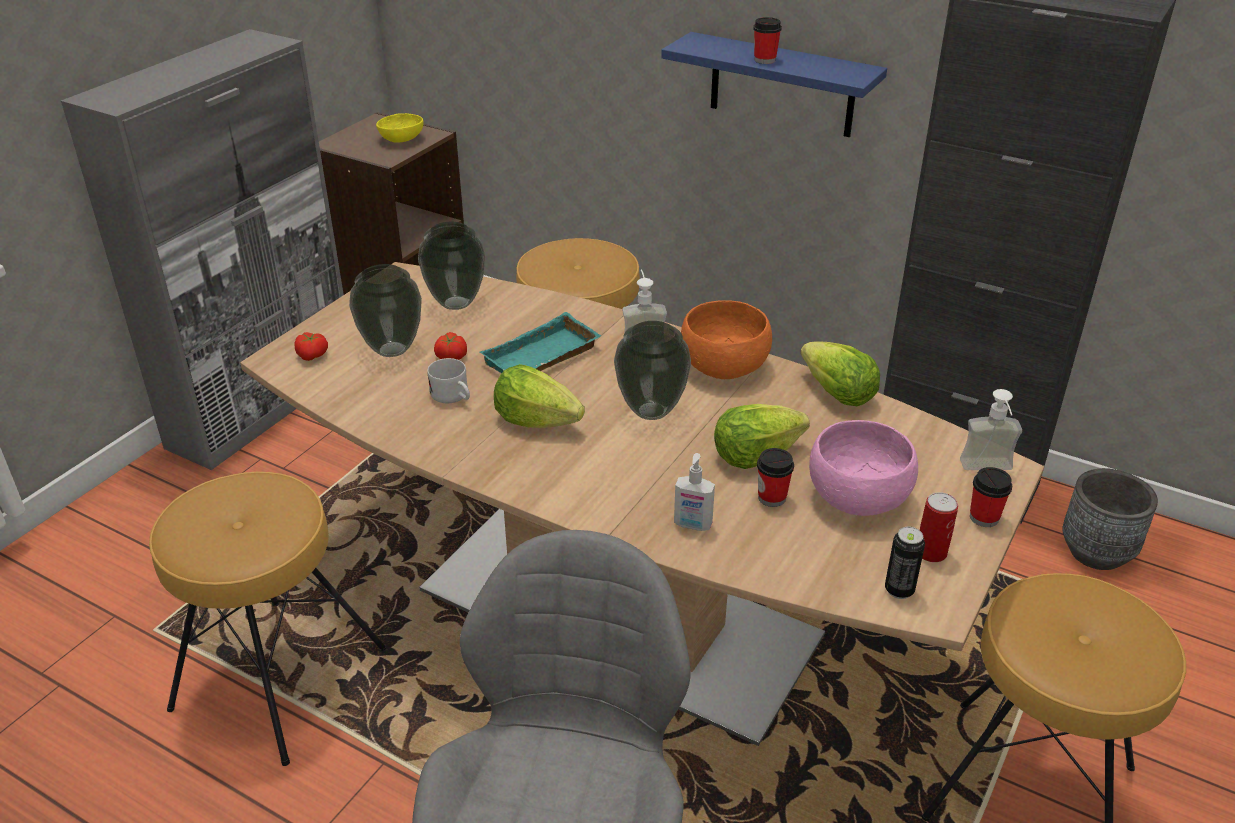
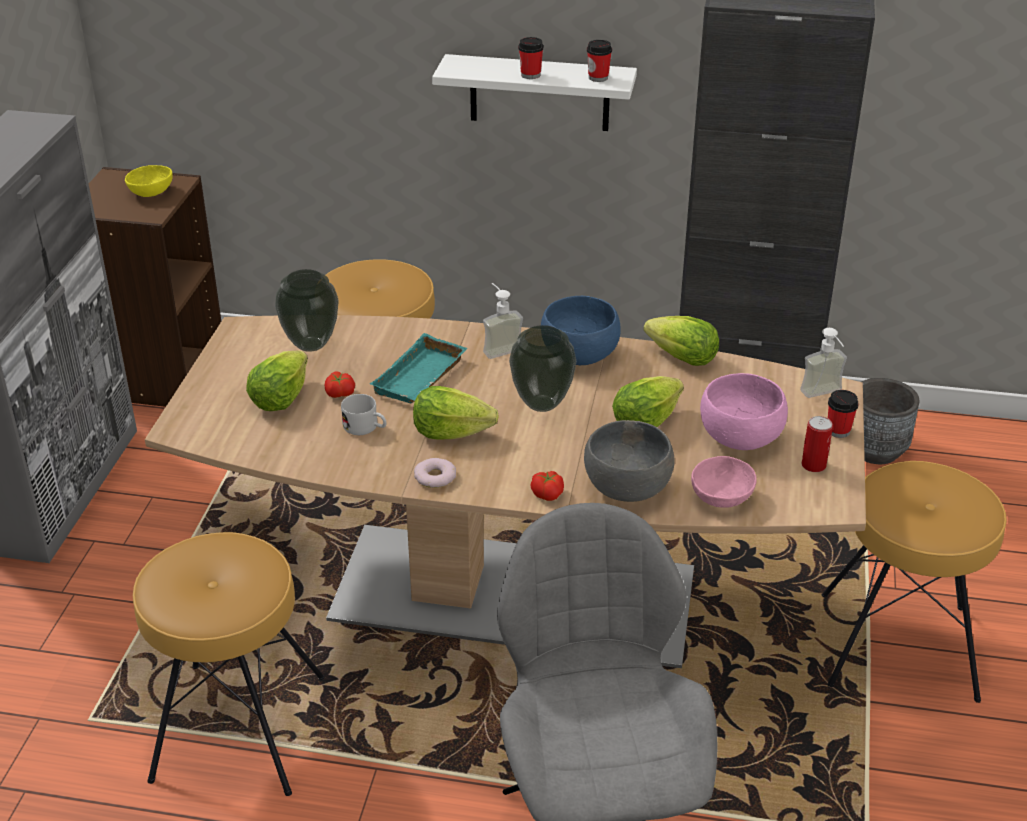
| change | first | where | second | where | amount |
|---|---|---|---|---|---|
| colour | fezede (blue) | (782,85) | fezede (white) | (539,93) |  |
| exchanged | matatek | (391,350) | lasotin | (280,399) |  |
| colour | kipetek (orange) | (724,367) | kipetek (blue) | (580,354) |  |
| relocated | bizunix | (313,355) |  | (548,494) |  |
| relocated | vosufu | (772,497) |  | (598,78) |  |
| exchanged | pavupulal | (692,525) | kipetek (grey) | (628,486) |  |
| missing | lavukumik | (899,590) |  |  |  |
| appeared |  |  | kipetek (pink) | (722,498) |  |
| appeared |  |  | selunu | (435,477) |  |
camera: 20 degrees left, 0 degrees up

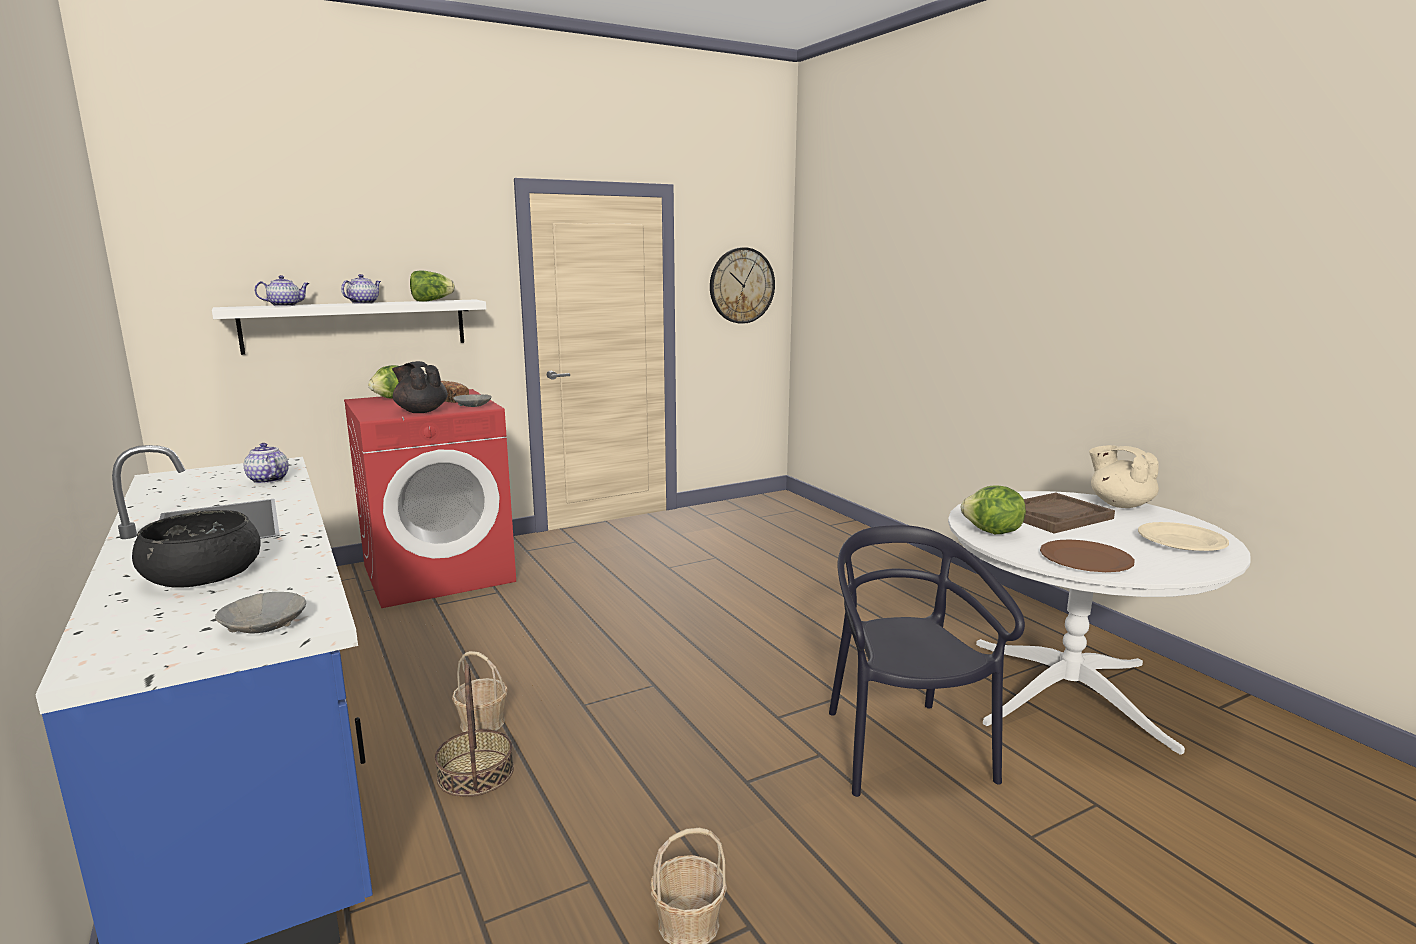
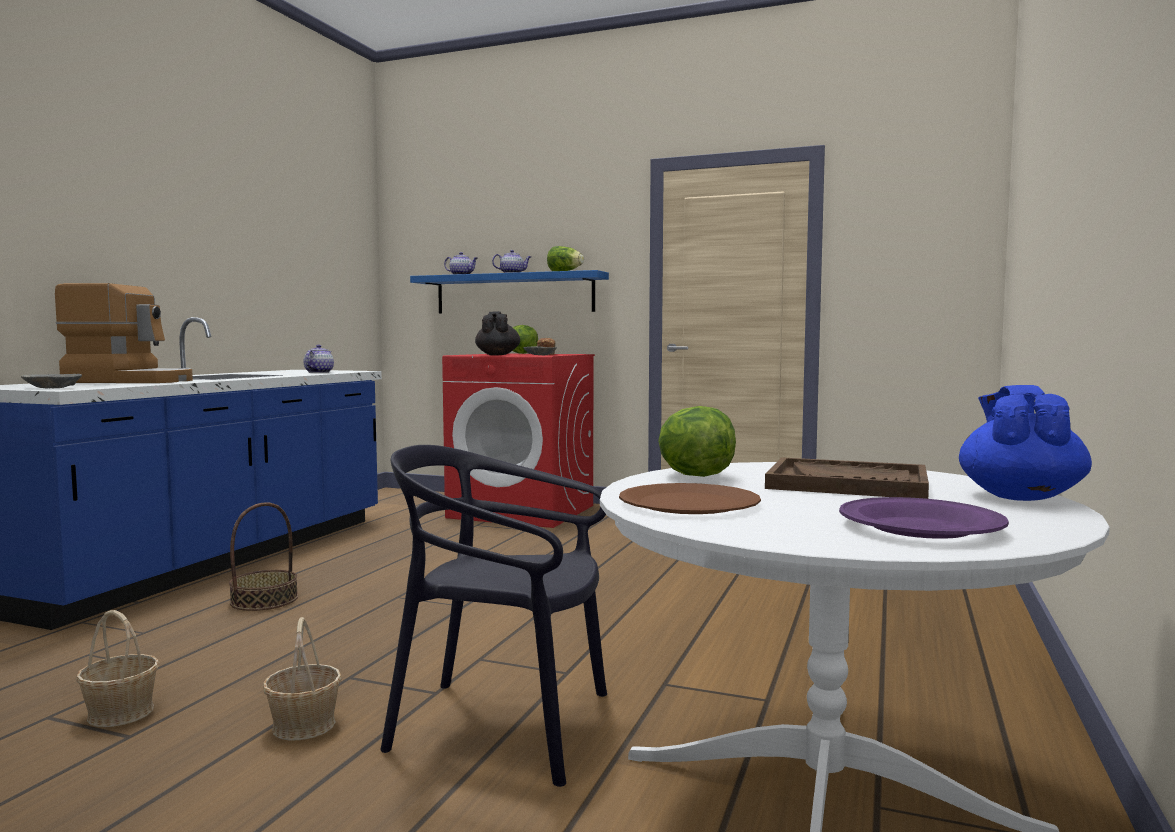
| change | first | where | second | where | amount |
|---|---|---|---|---|---|
| missing | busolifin | (741,285) |  |  |  |
| colour | fezede (white) | (356,325) | fezede (blue) | (514,294) |  |
| colour | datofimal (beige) | (1119,504) | datofimal (blue) | (1019,496) |  |
| exchanged | kipetek (black) | (203,574) | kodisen | (130,381) |  |
| colour | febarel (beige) | (1182,542) | febarel (purple) | (921,527) |  |
| spun | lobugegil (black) | (903,749) |  | (503,726) | 120 degrees counterclockwise |
| relocated | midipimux | (482,723) |  | (303,726) |  |
camera: 50 degrees right, 10 degrees down

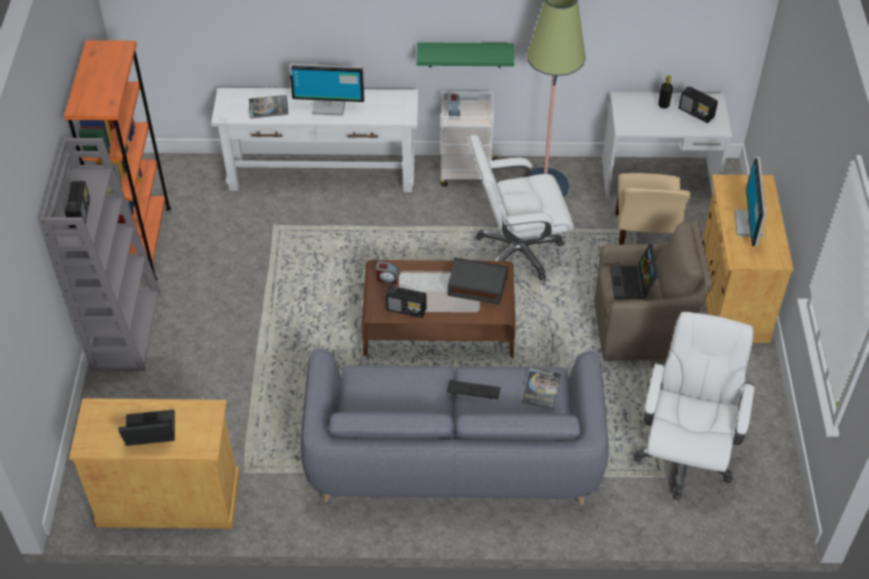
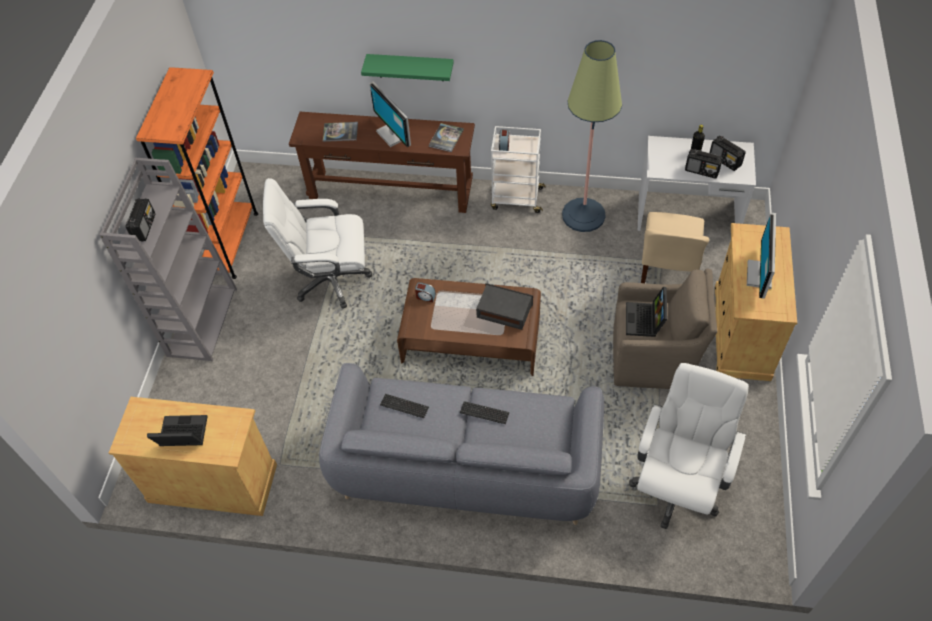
| change | first | where | second | where | amount |
|---|---|---|---|---|---|
| relocated | fezede (green) | (465,54) |  | (410,67) |  |
| spun | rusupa | (329,106) |  | (393,134) | 45 degrees clockwise |
| colour | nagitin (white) | (322,175) | nagitin (brown) | (390,191) |  |
| relocated | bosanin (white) | (517,251) |  | (330,279) |  |
| relocated | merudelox | (406,309) |  | (702,171) |  |
| relocated | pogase | (541,389) |  | (446,138) |  |
| appeared |  |  | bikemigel | (404,406) |  |
camera: 10 degrees right, 5 degrees up

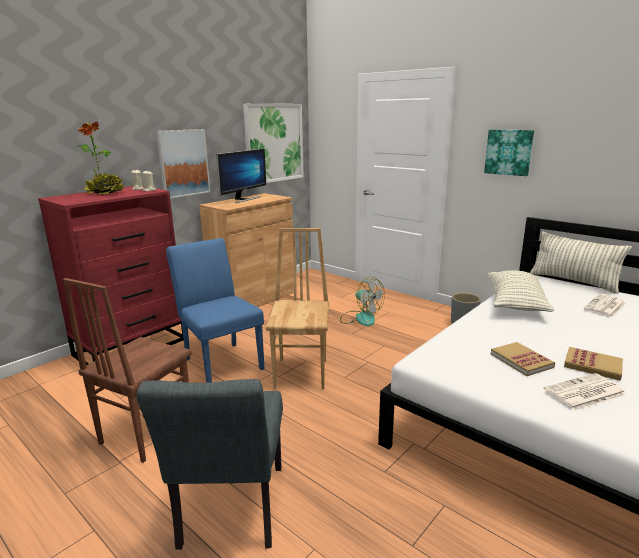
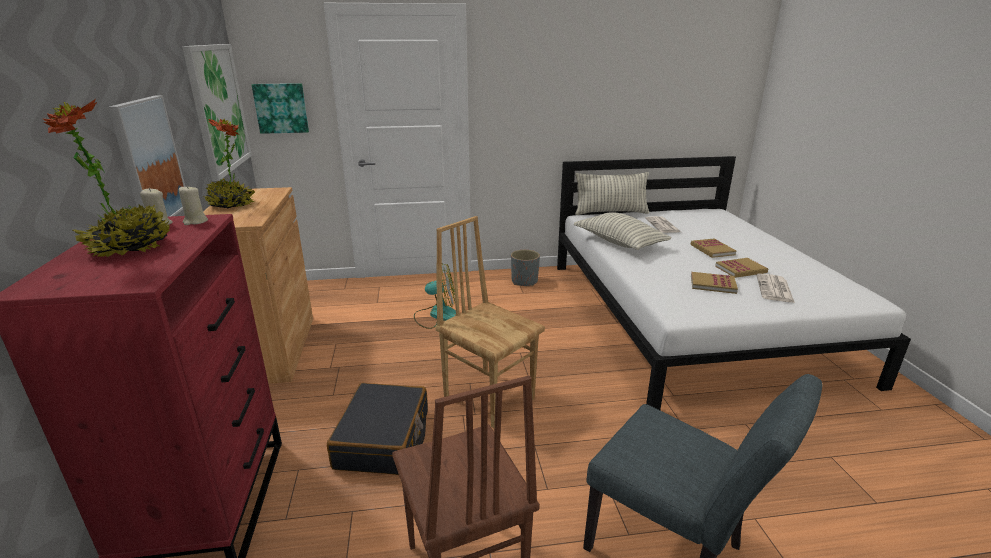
| change | first | where | second | where | amount |
|---|---|---|---|---|---|
| relocated | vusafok | (509,152) |  | (281,108) |  |
| exchanged | rusupa | (243,199) | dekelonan | (232,205) |  |
| exchanged | lobugegil (blue) | (220,361) | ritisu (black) | (383,440) |  |
| appeared |  |  | pogase | (712,250) |  |
camera: 50 degrees left, 5 degrees up

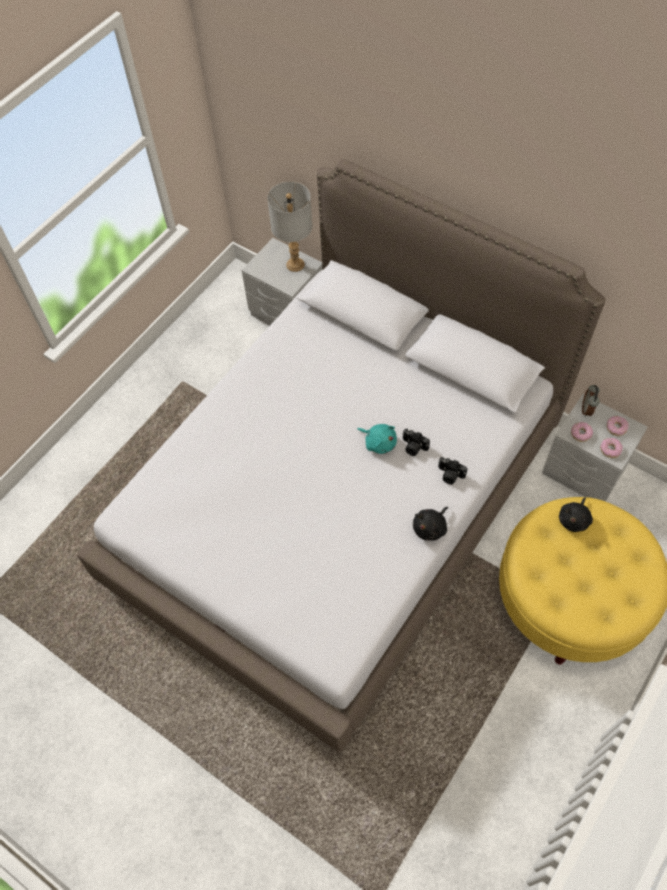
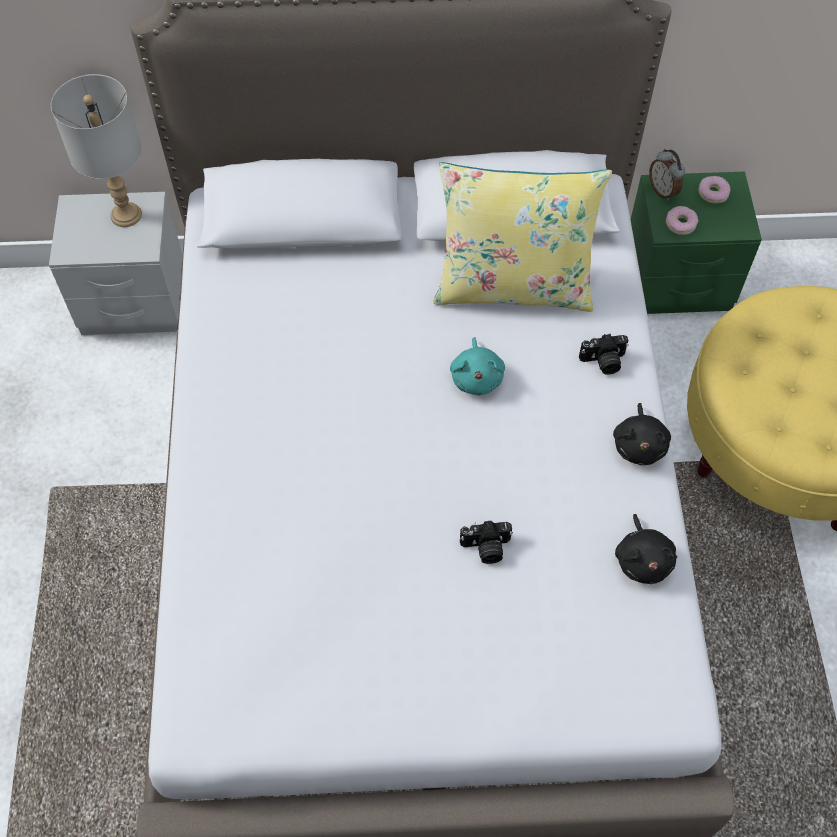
| change | first | where | second | where | amount |
|---|---|---|---|---|---|
| colour | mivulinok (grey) | (583,471) | mivulinok (green) | (676,282) |  |
| spun | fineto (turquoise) | (379,442) |  | (477,377) | 90 degrees clockwise |
| relocated | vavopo | (413,447) |  | (486,548) |  |
| missing | selunu | (610,449) |  |  |  |
| relocated | fineto (black) | (574,519) |  | (643,559) |  |
| appeared |  |  | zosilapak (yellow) | (513,285) |  |
camera: 40 degrees left, 0 degrees up

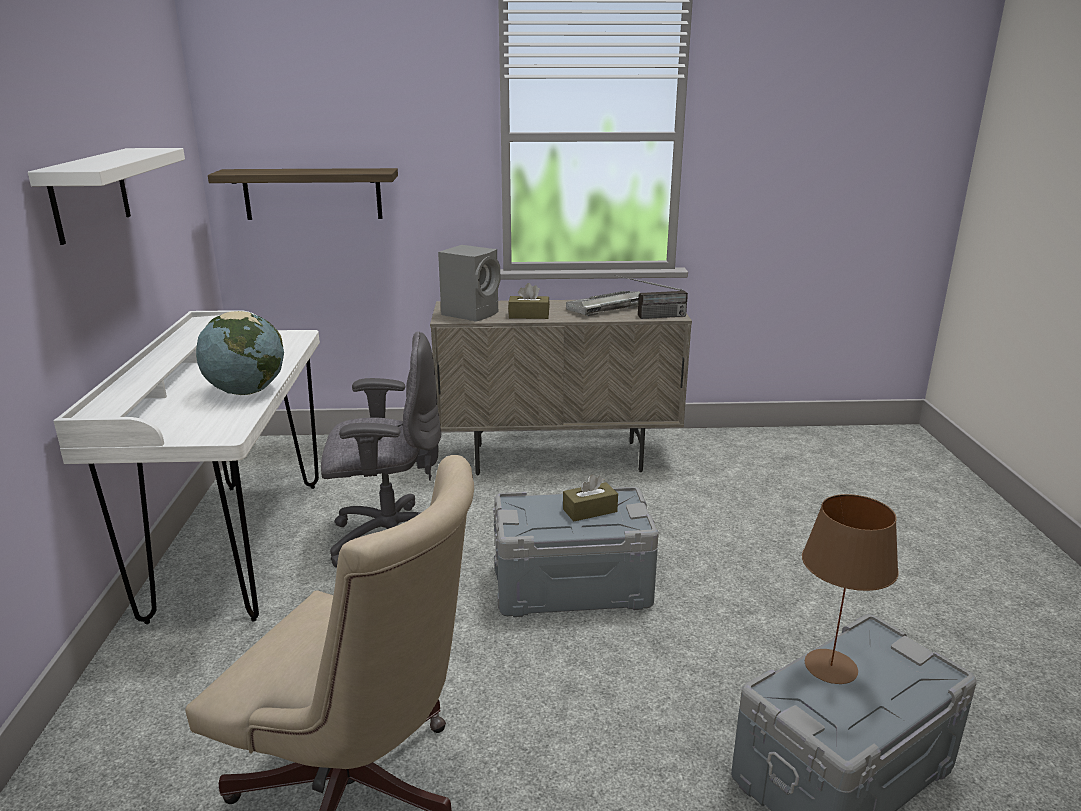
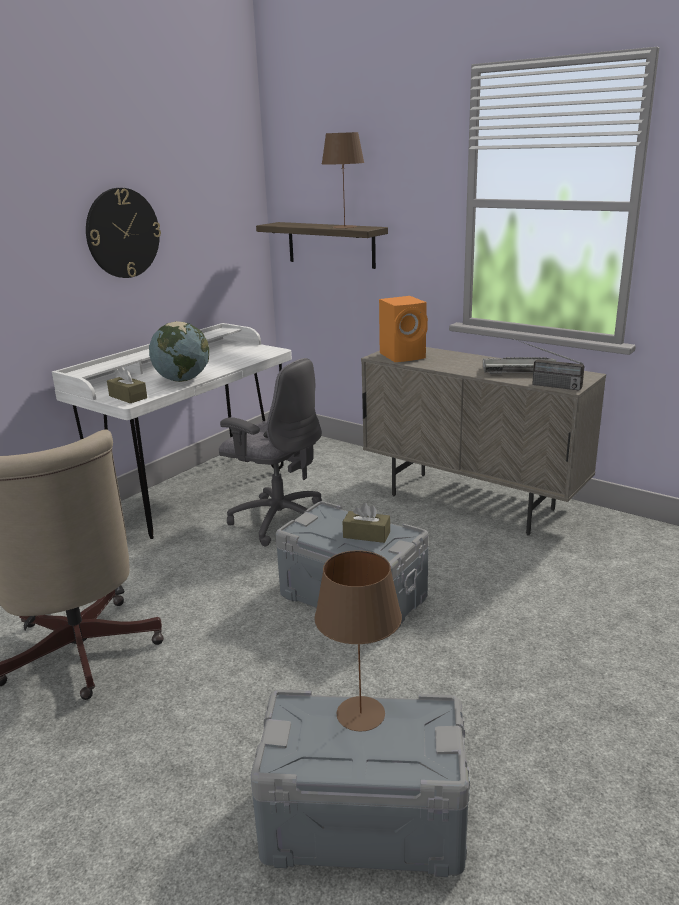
| change | first | where | second | where | amount |
|---|---|---|---|---|---|
| exchanged | fezede (white) | (90,194) | busolifin | (123,233) |  |
| colour | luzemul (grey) | (471,313) | luzemul (orange) | (404,356) |  |
| relocated | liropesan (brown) | (529,315) |  | (128,397) |  |
| appeared |  |  | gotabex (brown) | (345,227) |  |
camera: 40 degrees right, 0 degrees up

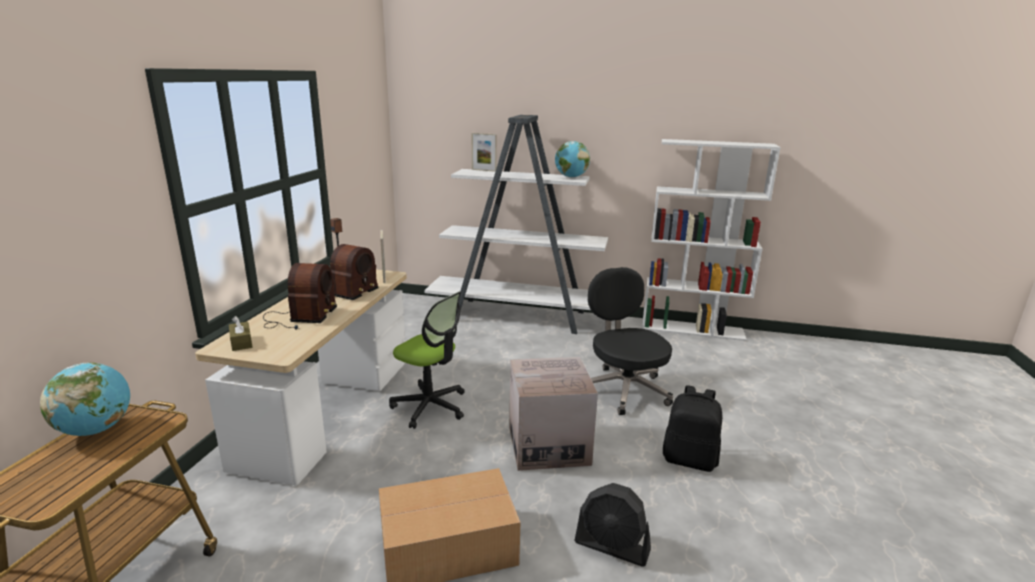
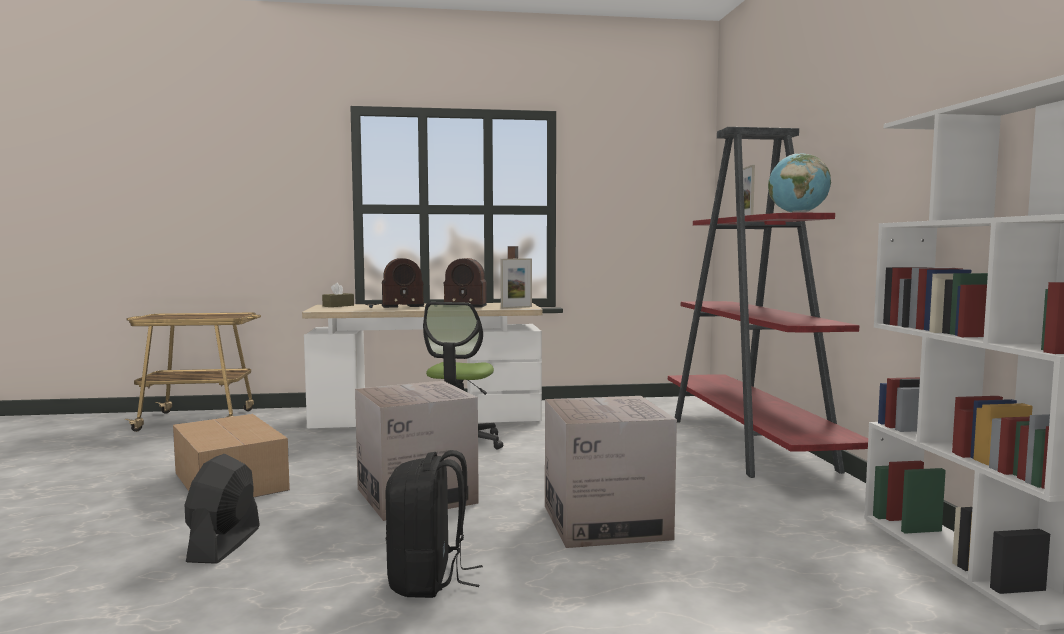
| change | first | where | second | where | amount |
|---|---|---|---|---|---|
| colour | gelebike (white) | (521,316) | gelebike (red) | (750,445) |  |
| exchanged | bosanin (black) | (624,389) | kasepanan | (605,522) |  |
| missing | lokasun | (96,429) |  |  |  |
camera: 70 degrees right, 15 degrees down

